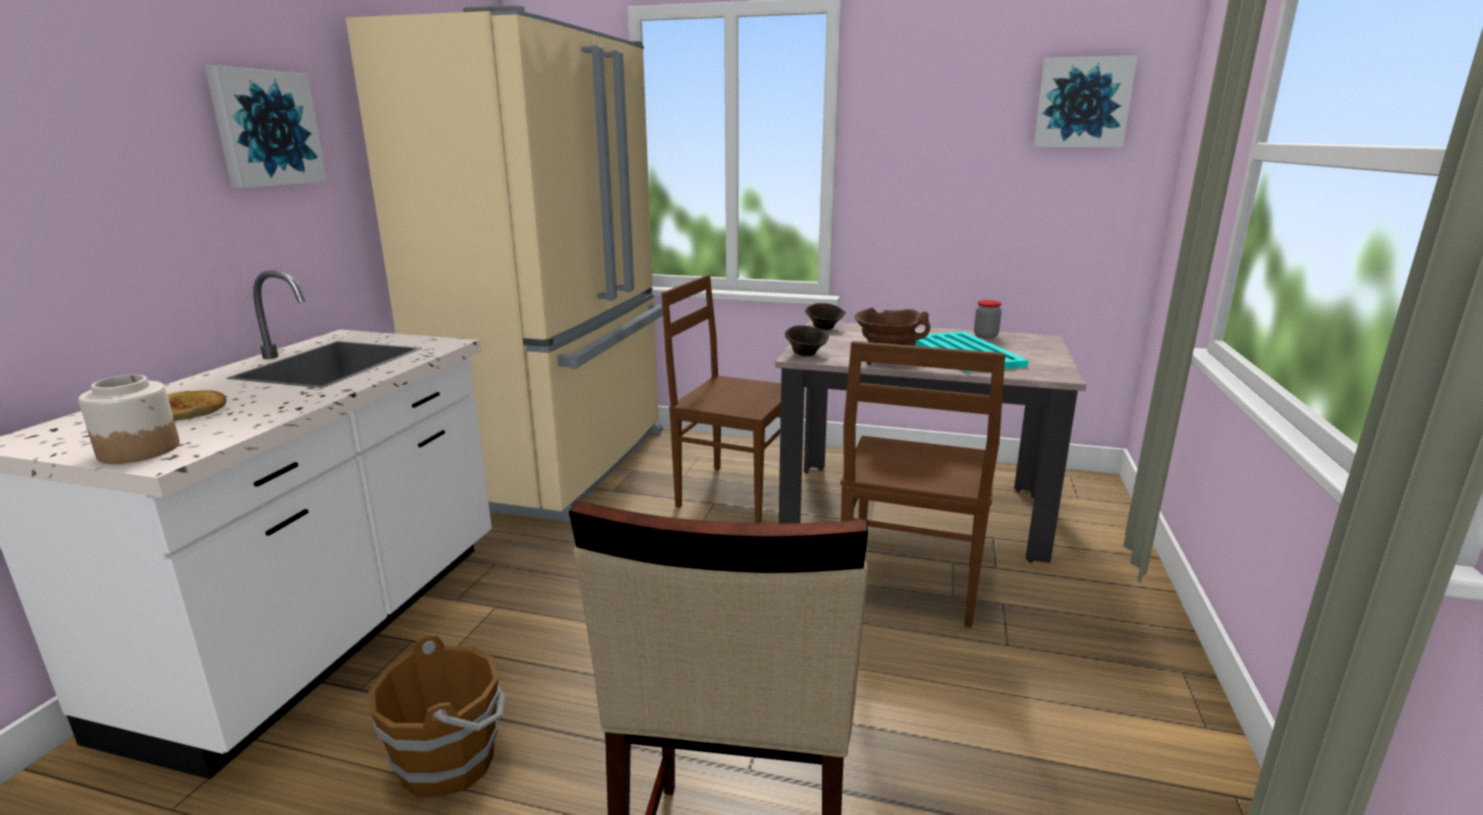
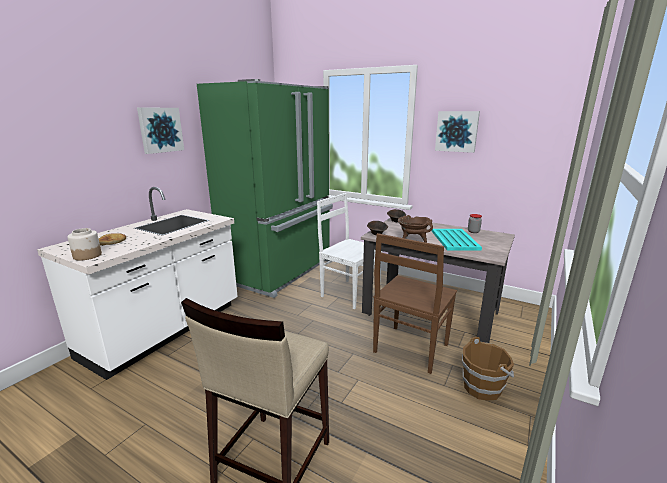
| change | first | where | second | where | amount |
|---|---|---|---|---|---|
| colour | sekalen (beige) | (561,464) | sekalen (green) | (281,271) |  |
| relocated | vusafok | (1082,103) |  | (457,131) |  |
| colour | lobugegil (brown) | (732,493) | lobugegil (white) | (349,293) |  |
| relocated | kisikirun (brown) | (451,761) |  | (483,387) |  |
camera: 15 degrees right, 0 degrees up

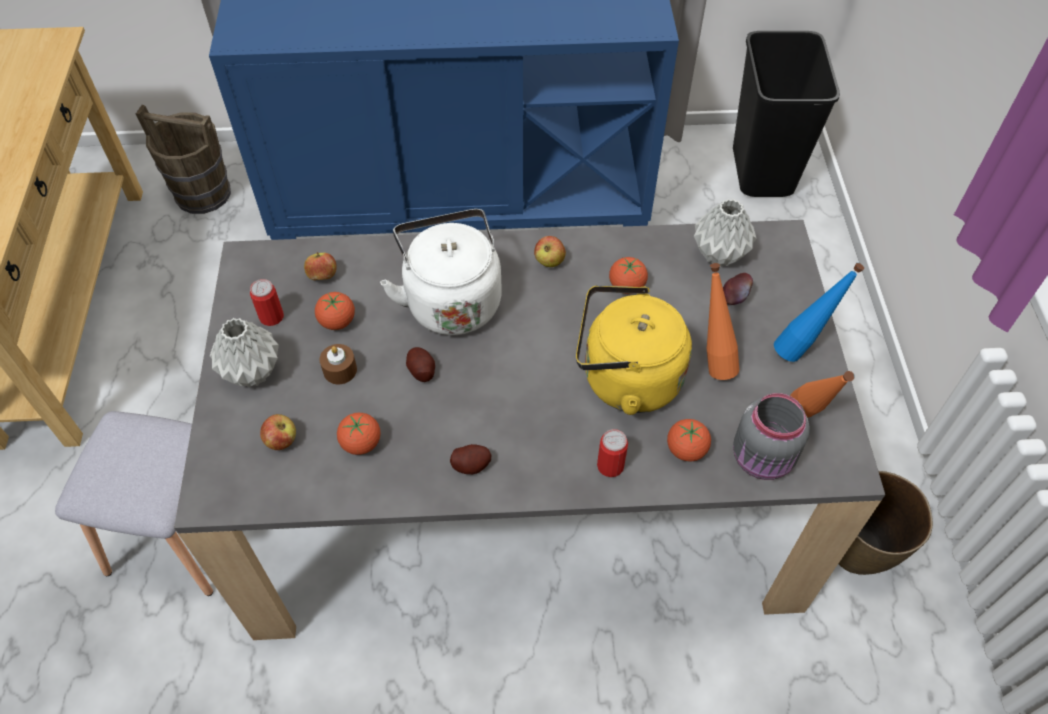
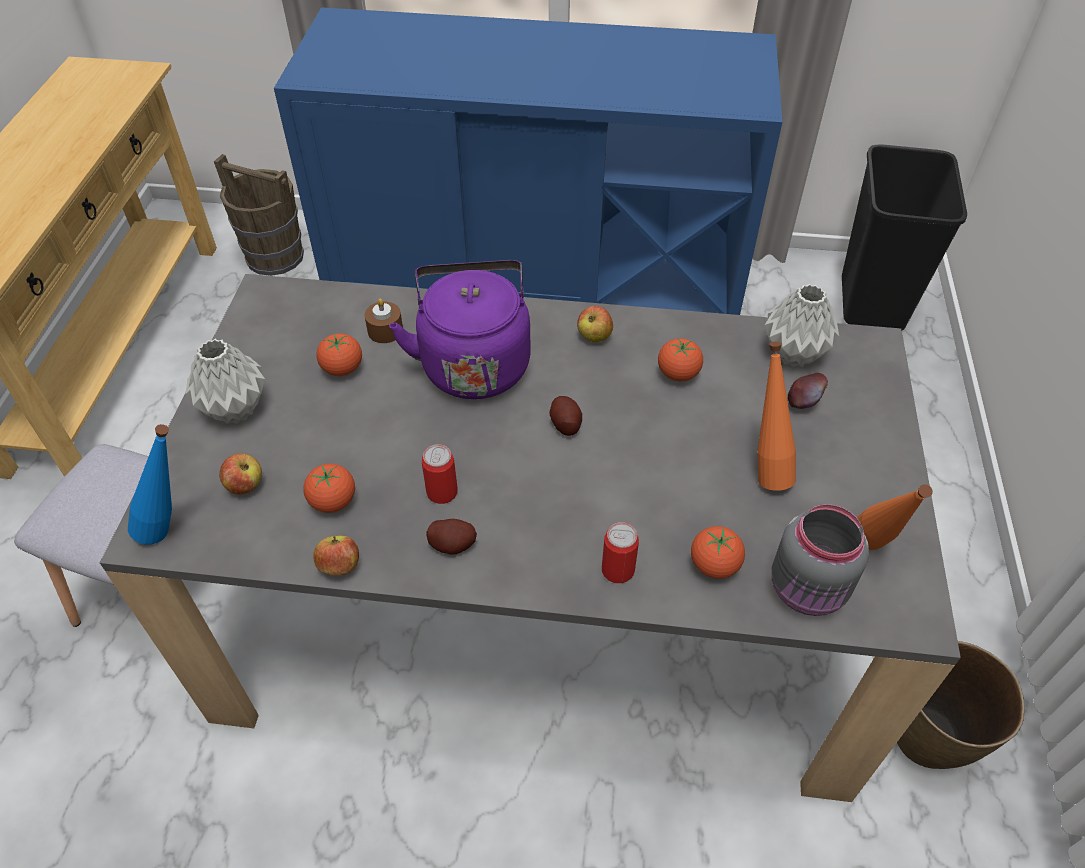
| change | first | where | second | where | amount |
|---|---|---|---|---|---|
| colour | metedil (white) | (451,300) | metedil (purple) | (474,362) |  |
| relocated | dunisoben | (323,276) |  | (339,566) |  |
| relocated | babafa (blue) | (801,349) |  | (173,530) |  |
| relocated | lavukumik | (271,317) |  | (442,492) |  |
| missing | metedil (yellow) | (625,379) |  |  |  |
| relocated | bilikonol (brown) | (340,370) |  | (385,330) |  |
| relocated | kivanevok | (421,371) |  | (565,424) |  |
camera: 10 degrees right, 5 degrees down

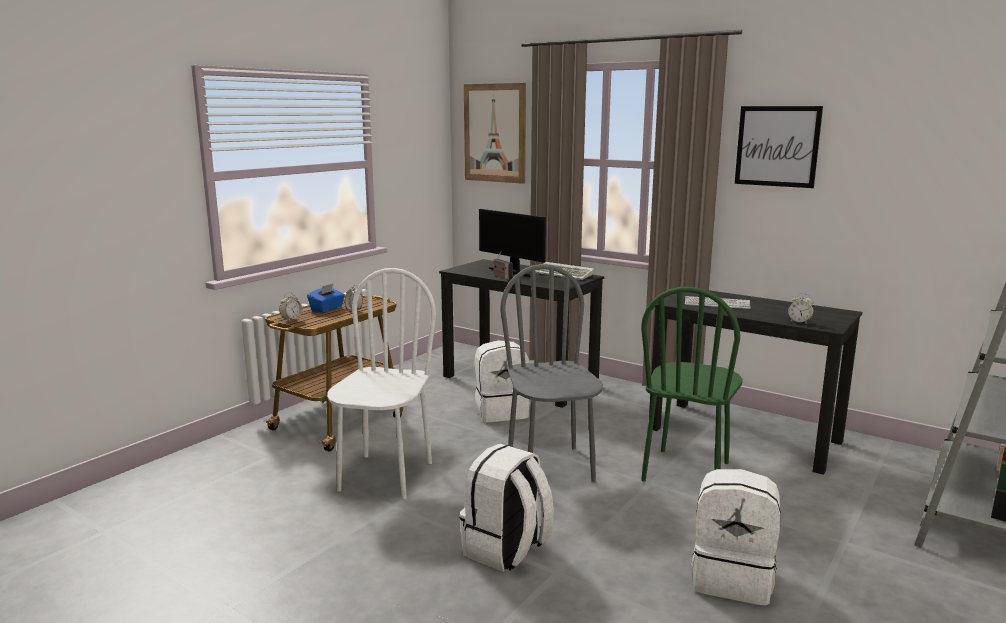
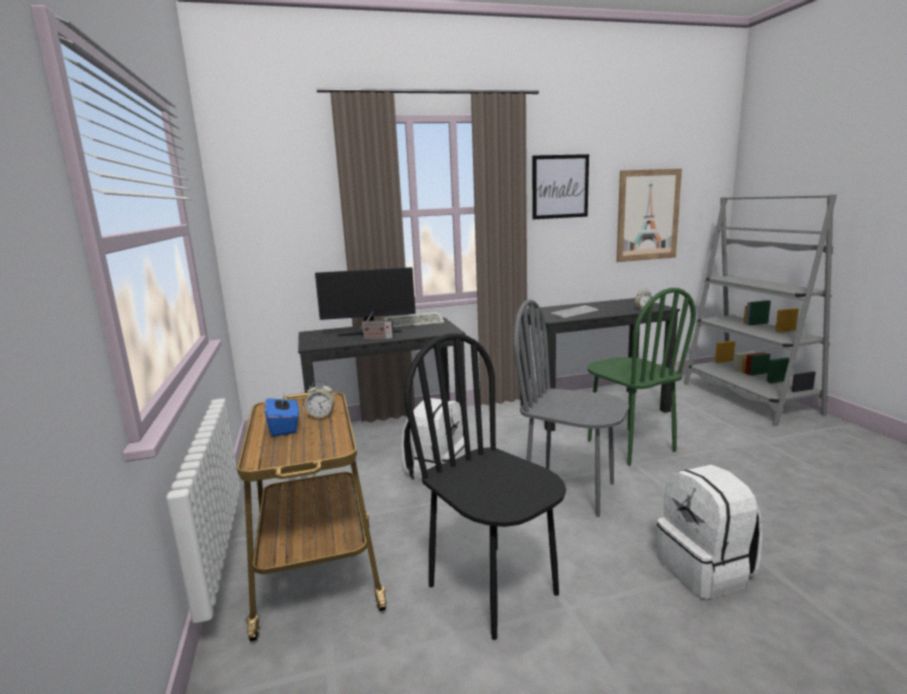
| change | first | where | second | where | amount |
|---|---|---|---|---|---|
| relocated | vusafok | (494,133) |  | (648,215) |  |
| colour | lobugegil (white) | (385,476) | lobugegil (black) | (493,589) |  |
| missing | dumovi | (291,319) |  |  |  |
| missing | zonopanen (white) | (732,578) |  |  |  |
camera: 50 degrees left, 0 degrees up

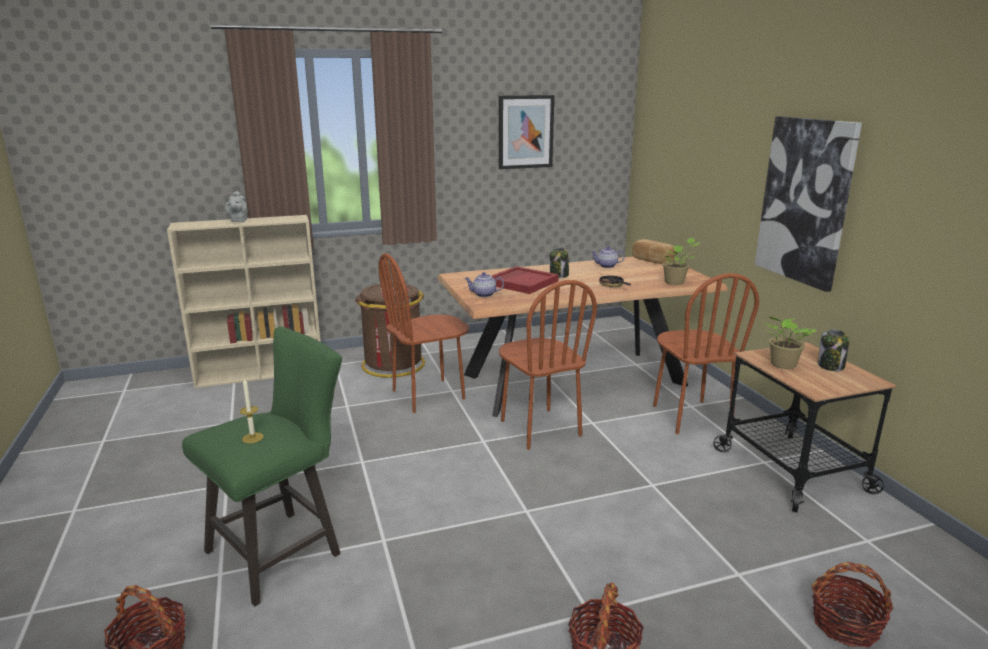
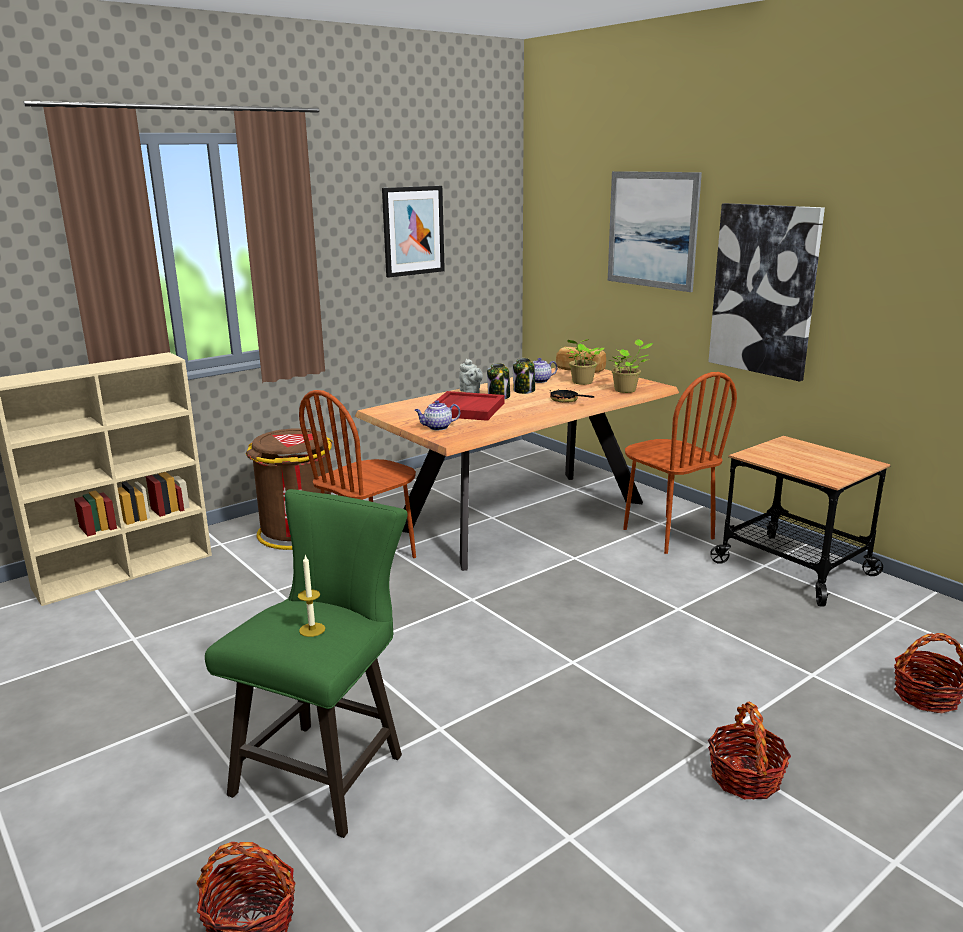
| change | first | where | second | where | amount |
|---|---|---|---|---|---|
| relocated | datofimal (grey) | (238,221) |  | (470,392) |  |
| missing | lobugegil (brown) | (539,428) |  |  |  |
| relocated | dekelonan | (782,365) |  | (581,382) |  |
| relocated | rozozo | (831,366) |  | (524,391) |  |
| appeared |  |  | vusafok | (652,230) |  |
camera: 20 degrees left, 0 degrees up

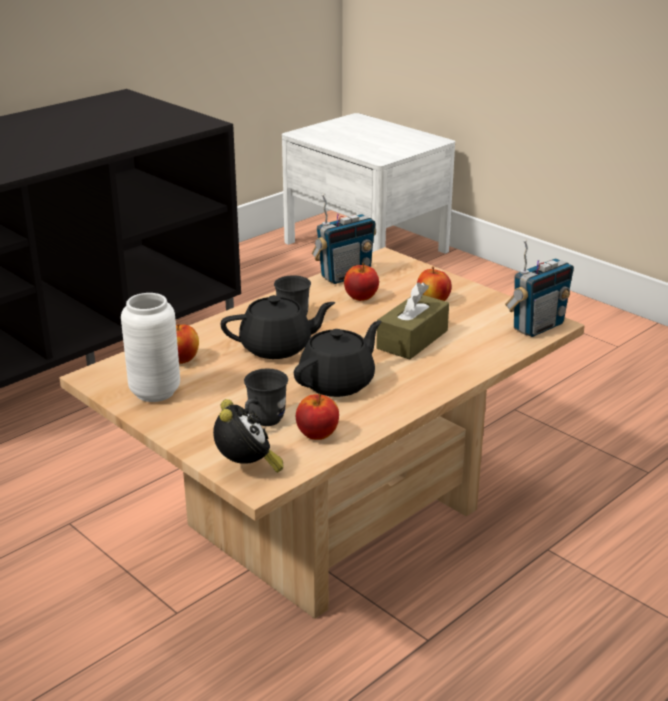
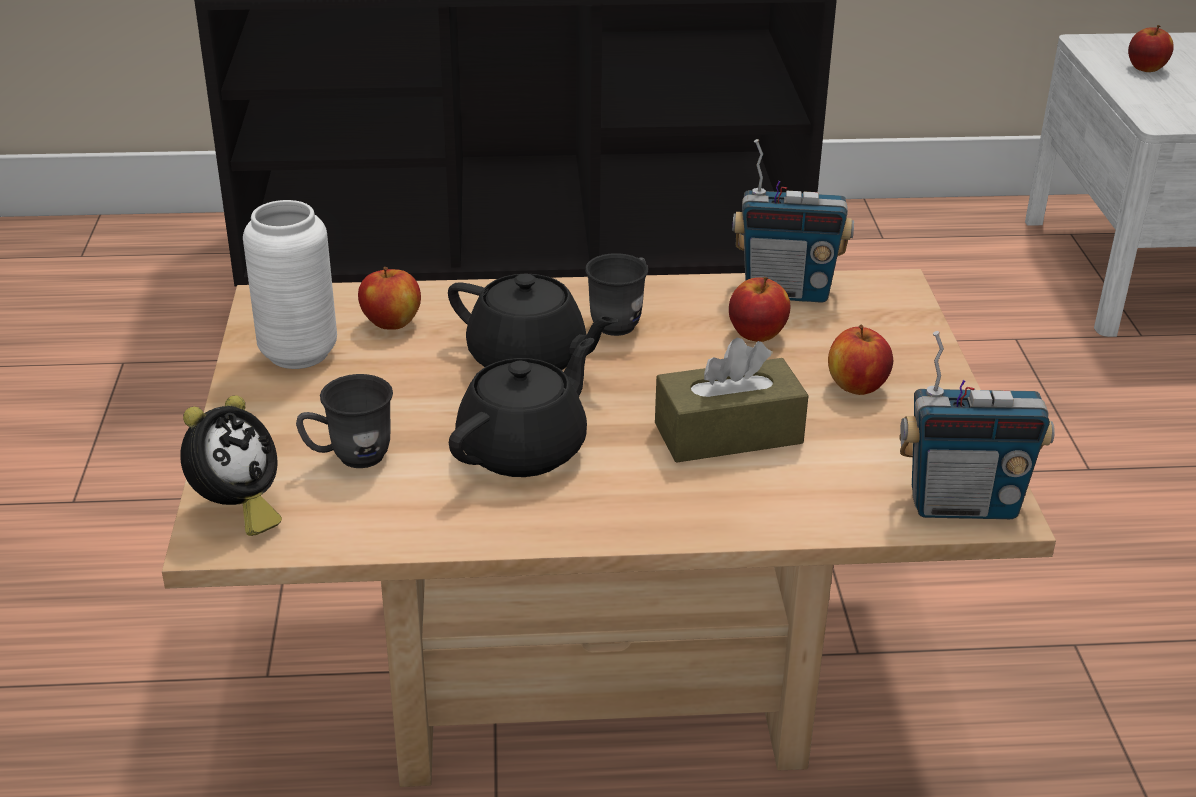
| change | first | where | second | where | amount |
|---|---|---|---|---|---|
| spun | datofimal (black) | (338,383) |  | (525,449) | 45 degrees counterclockwise |
| relocated | dunisoben | (317,434) |  | (1146,68) |  |
camera: 40 degrees right, 5 degrees up

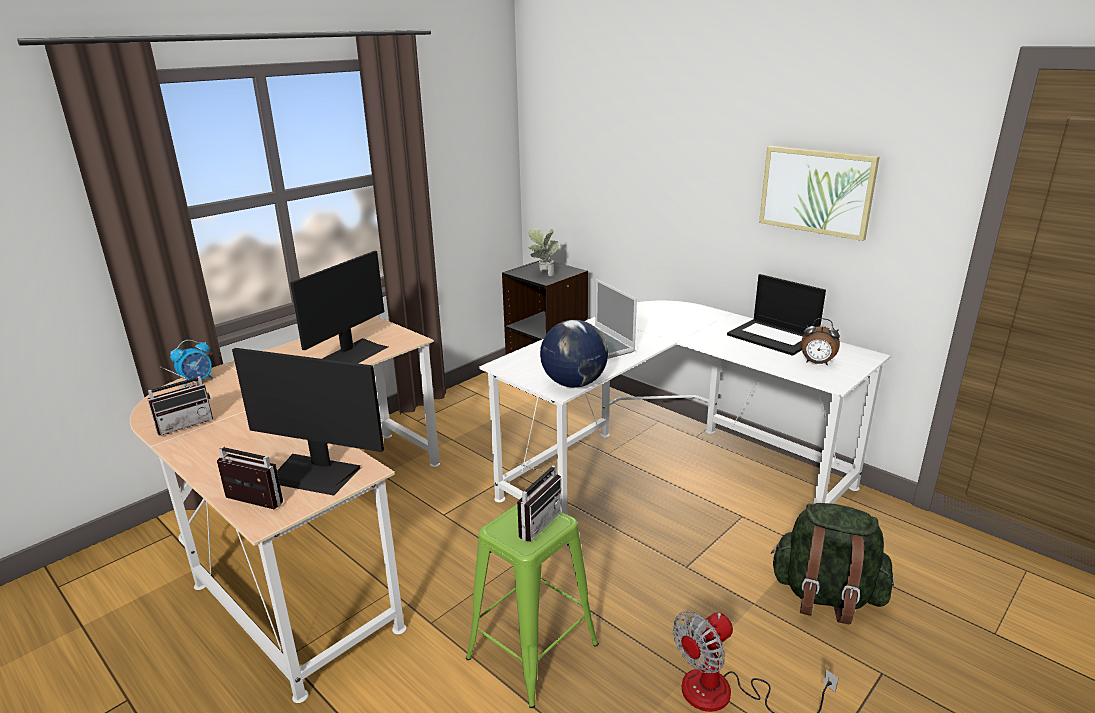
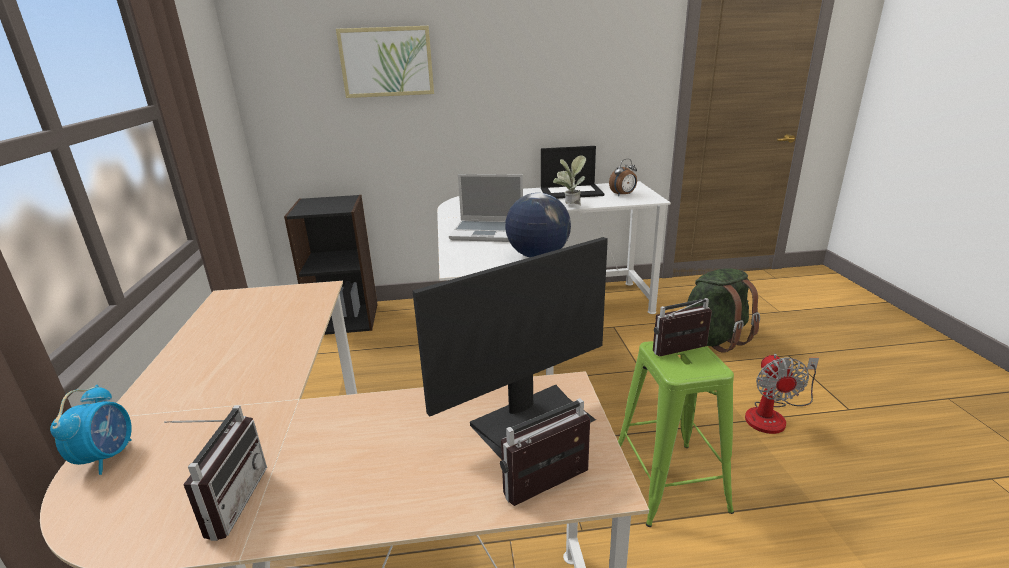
| change | first | where | second | where | amount |
|---|---|---|---|---|---|
| relocated | vusafok | (816,191) |  | (386,62) |  |
| relocated | dekelonan | (543,274) |  | (569,206) |  |
| missing | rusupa | (355,353) |  |  |  |
| spun | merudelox | (534,522) |  | (682,353) | 90 degrees counterclockwise |
camera: 50 degrees left, 0 degrees up

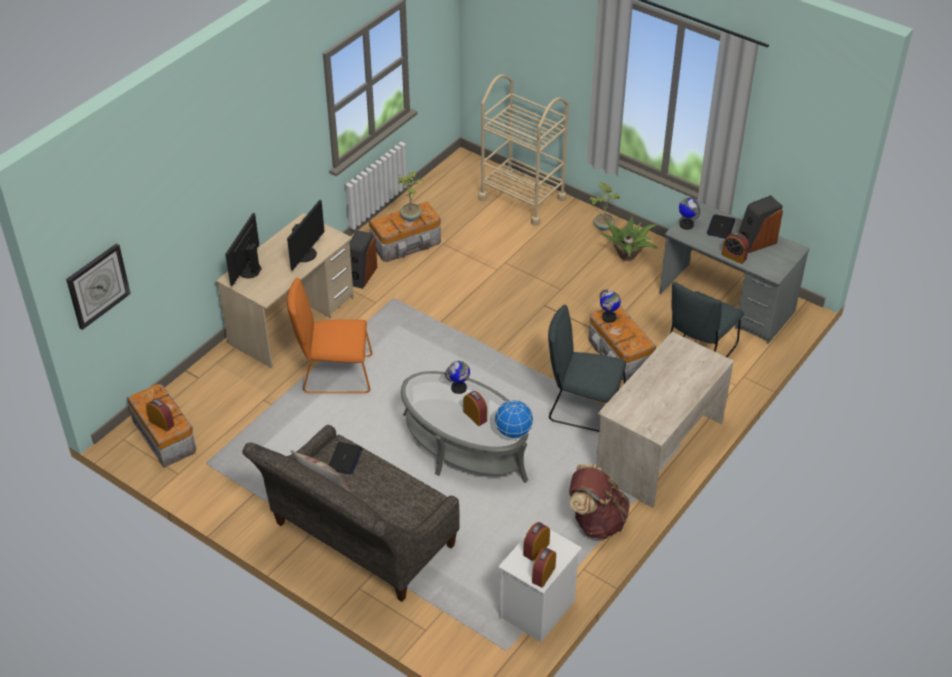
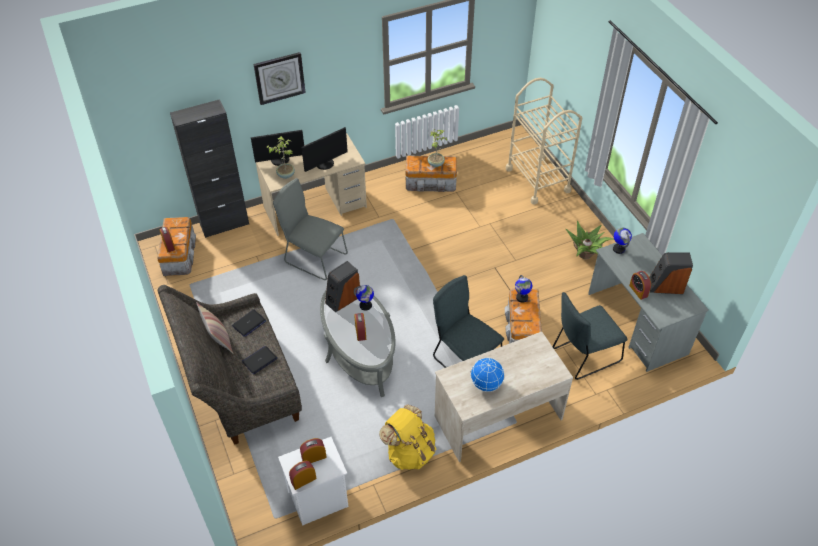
| change | first | where | second | where | amount |
|---|---|---|---|---|---|
| relocated | dekelonan | (603,226) |  | (286,174) |  |
| spun | rusupa | (248,270) |  | (280,160) | 150 degrees counterclockwise |
| relocated | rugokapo | (721,227) |  | (260,360) |  |
| relocated | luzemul | (361,275) |  | (342,299) |  |
| relocated | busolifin | (97,285) |  | (279,78) |  |
| colour | lobugegil (orange) | (334,375) | lobugegil (grey) | (313,258) |  |
| relocated | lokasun | (513,432) |  | (486,384) |  |
| colour | zonopanen (brown) | (596,521) | zonopanen (yellow) | (409,451) |  |
| appeared |  |  | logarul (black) | (224,224) |  |
camera: 30 degrees right, 5 degrees up

